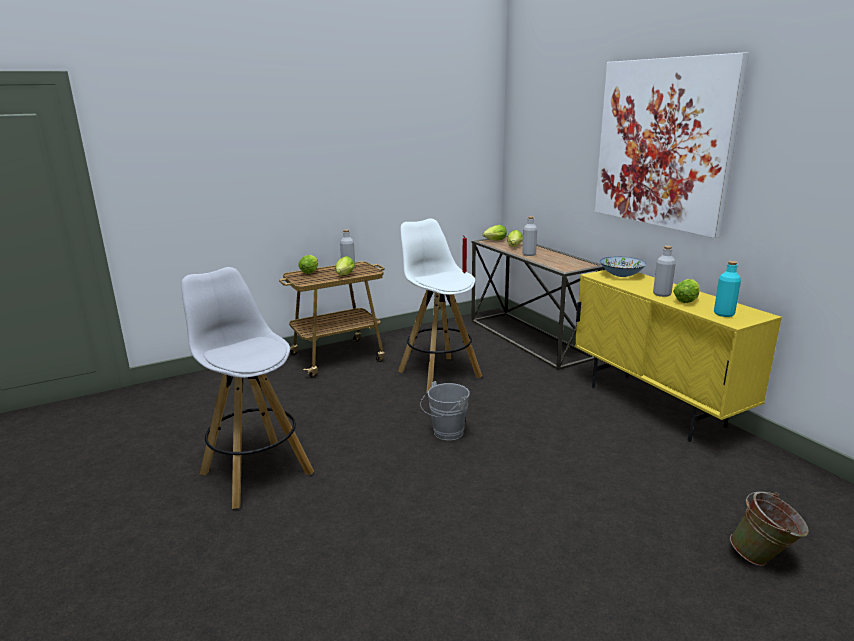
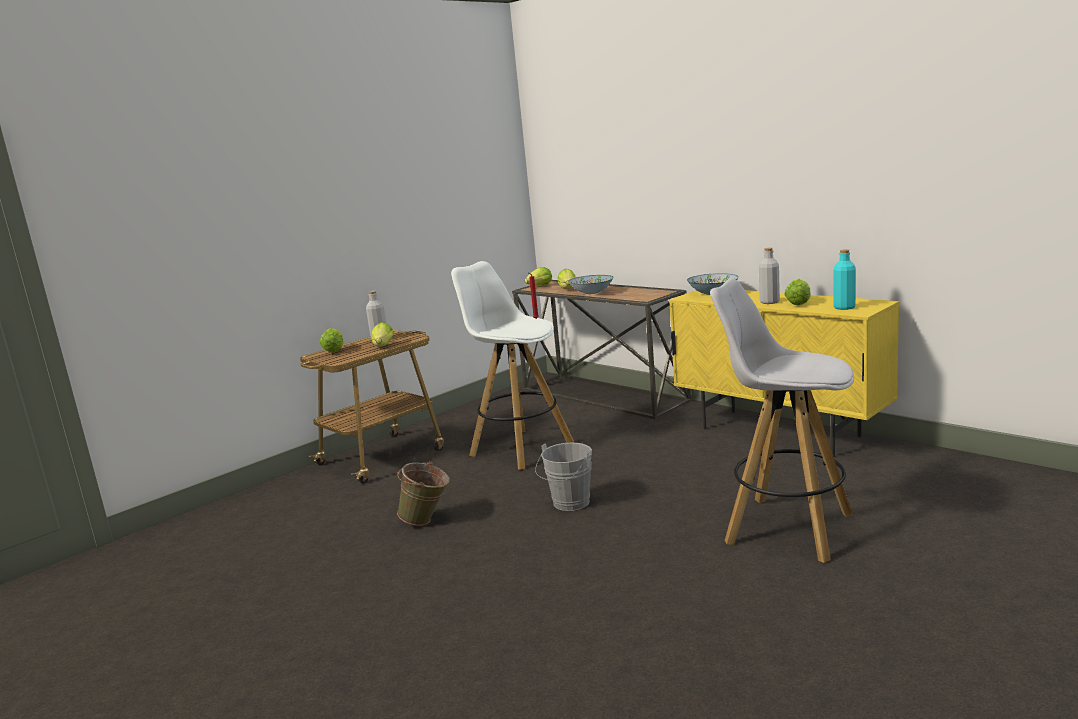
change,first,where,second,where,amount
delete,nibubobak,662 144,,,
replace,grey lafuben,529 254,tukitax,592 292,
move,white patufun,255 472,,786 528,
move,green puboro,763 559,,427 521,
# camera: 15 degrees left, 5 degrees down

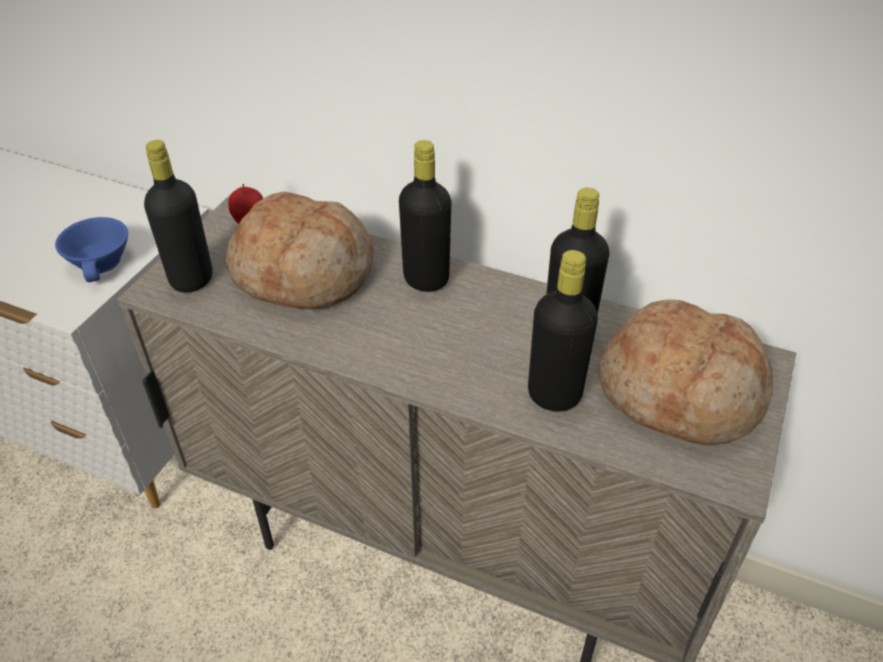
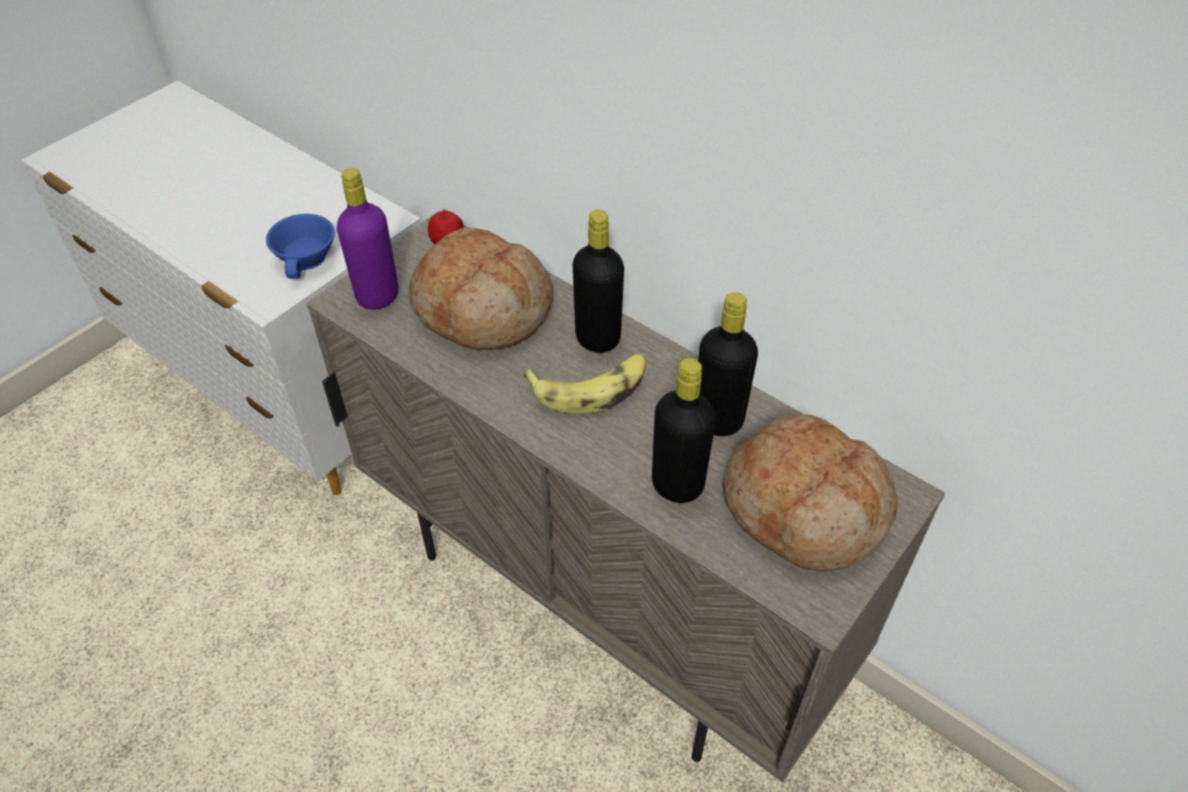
change,first,where,second,where,amount
recolor,black lafuben,191 279,purple lafuben,377 296,
insert,,,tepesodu,591 388,
# camera: 15 degrees right, 5 degrees up

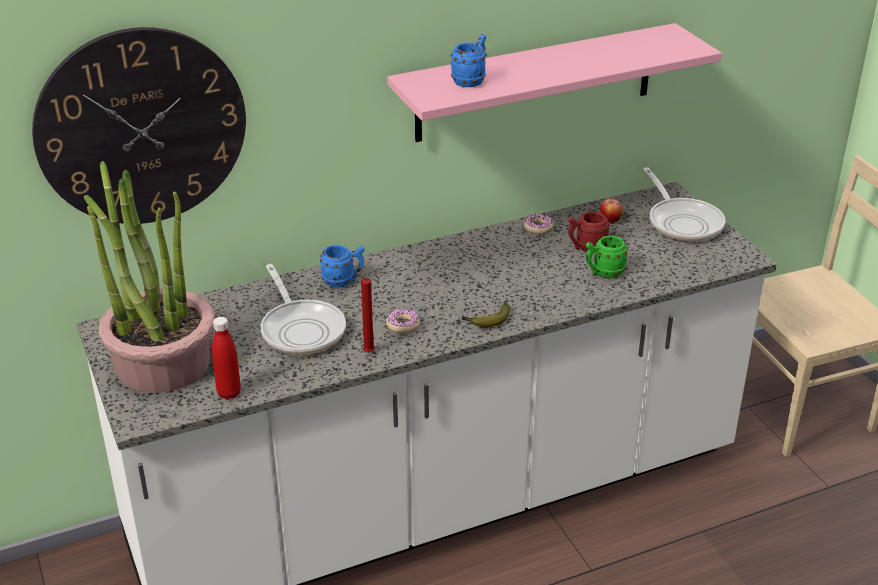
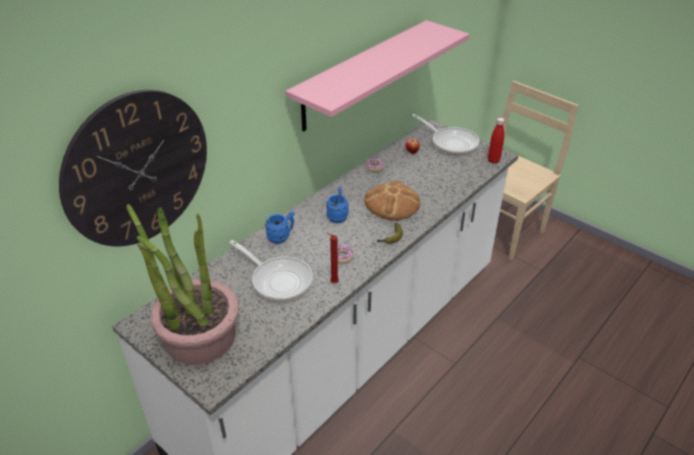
change,first,where,second,where,amount
move,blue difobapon,471 80,,338 216,
delete,red difobapon,586 248,,,
delete,green difobapon,603 273,,,
move,red lafuben,229 393,,493 160,
insert,,,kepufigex,392 203,
# camera: 25 degrees left, 5 degrees up

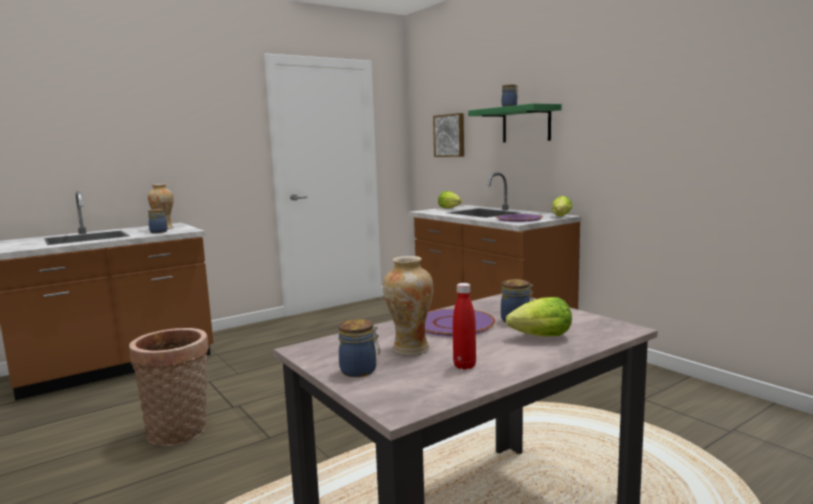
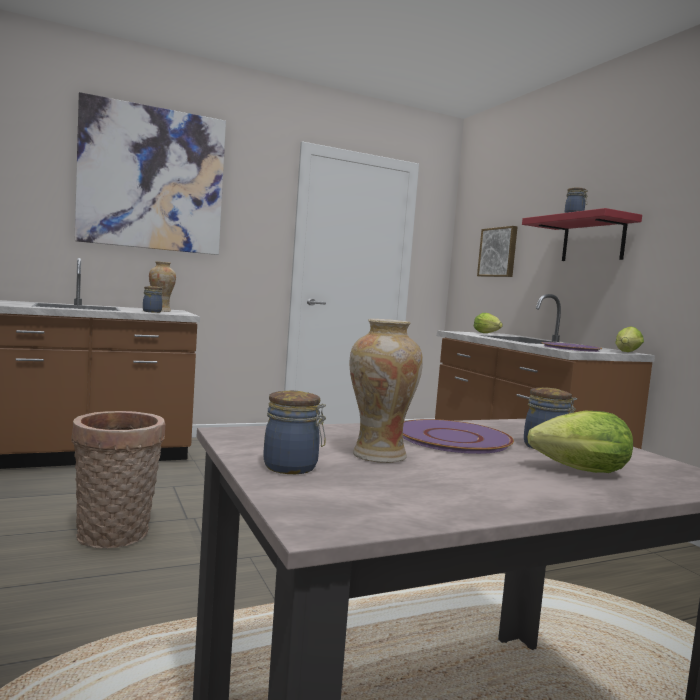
change,first,where,second,where,amount
recolor,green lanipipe,526 124,red lanipipe,593 240,
delete,red lafuben,464 366,,,
insert,,,nibubobak,152 179,
# camera: 10 degrees right, 5 degrees down

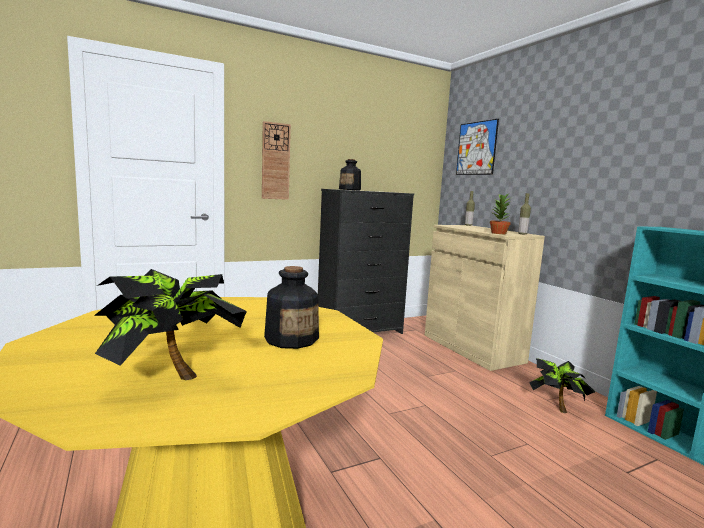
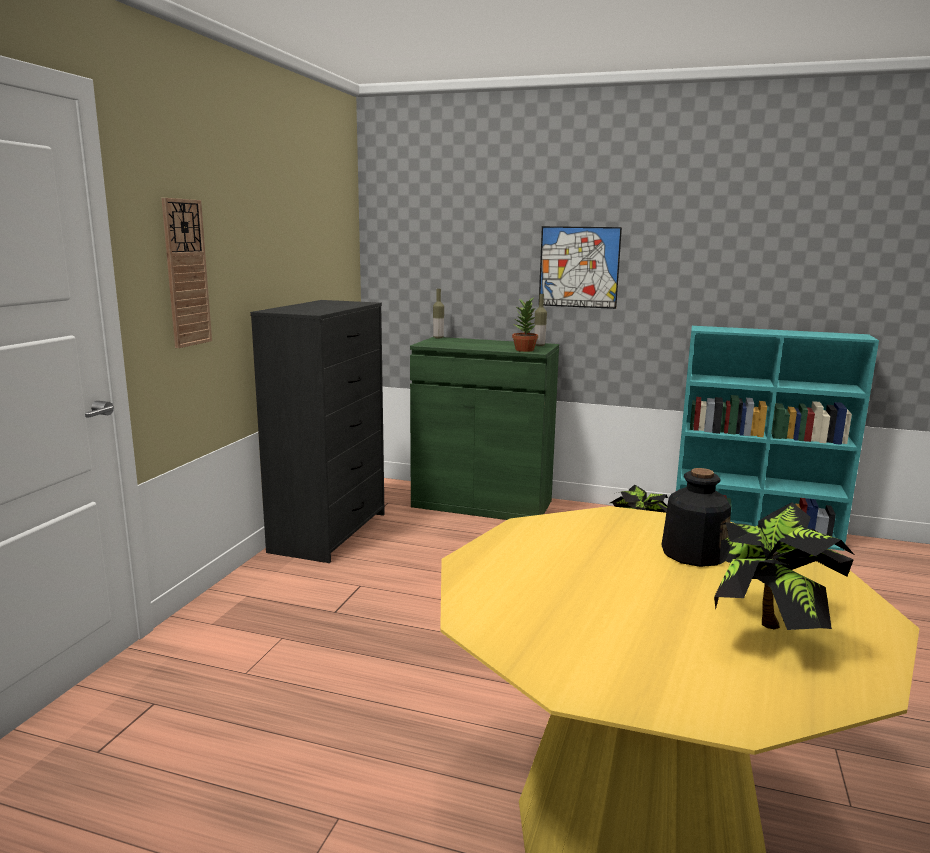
change,first,where,second,where,amount
move,nibubobak,476 148,,579 267,
delete,lafuben,350 189,,,
recolor,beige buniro,472 348,green buniro,482 504,
# camera: 45 degrees left, 5 degrees up

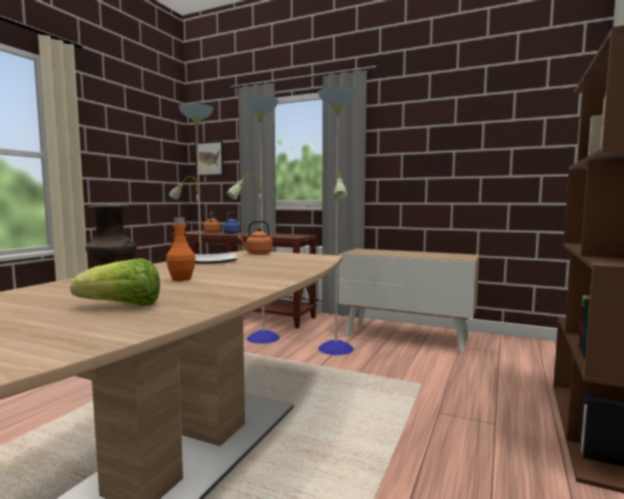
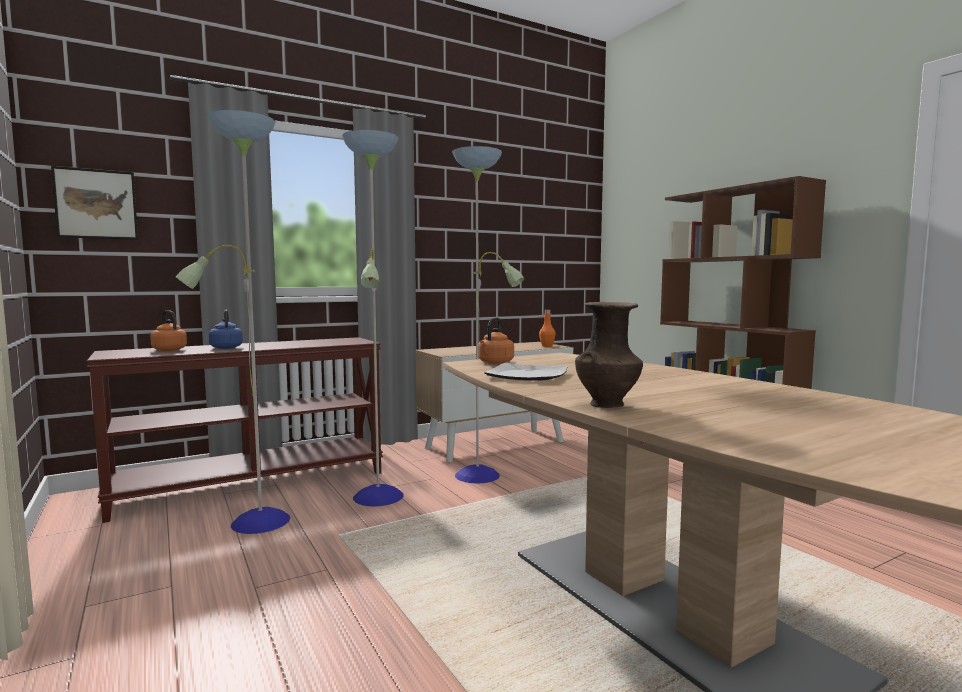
change,first,where,second,where,amount
move,orange lafuben,181 279,,547 346,
delete,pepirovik,123 306,,,
# camera: 55 degrees left, 0 degrees up

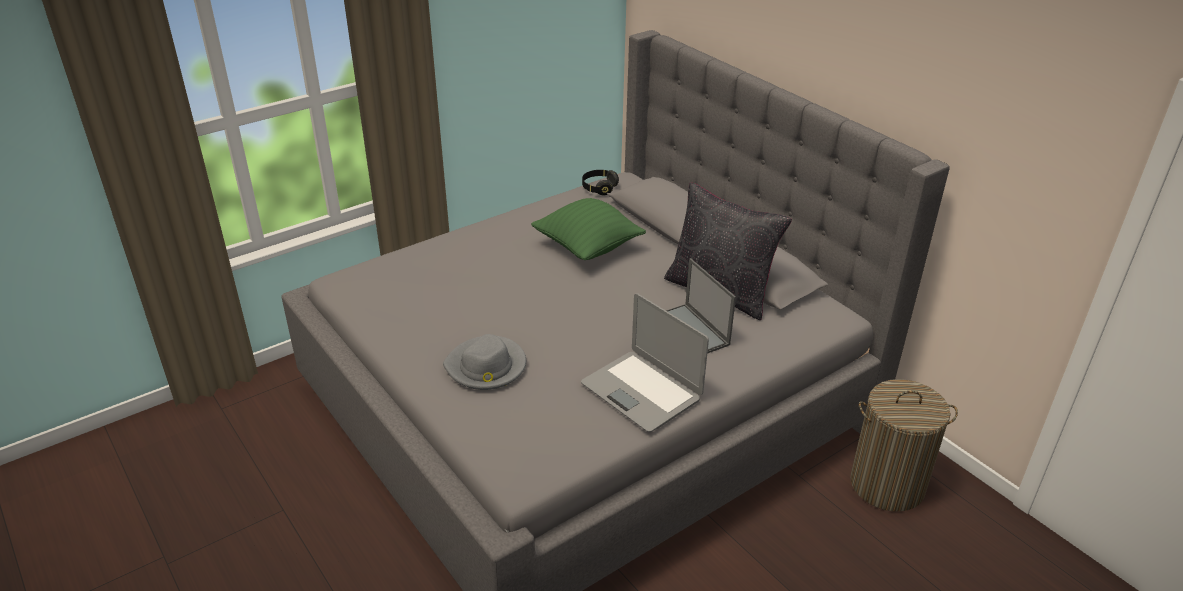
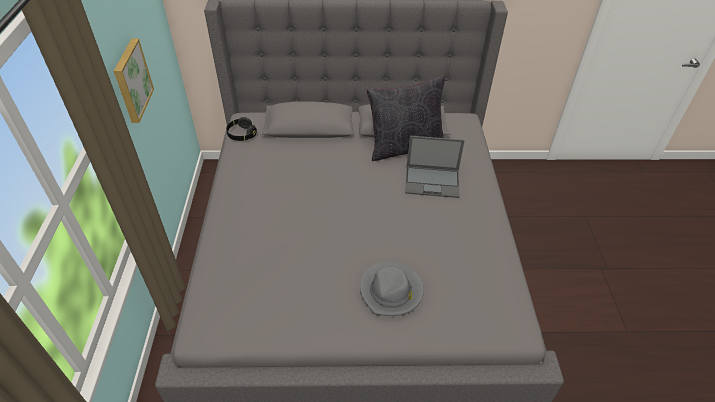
change,first,where,second,where,amount
delete,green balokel,588 247,,,
delete,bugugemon,642 391,,,
delete,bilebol,887 484,,,
insert,,,nibubobak,131 80,
# camera: 55 degrees left, 10 degrees up

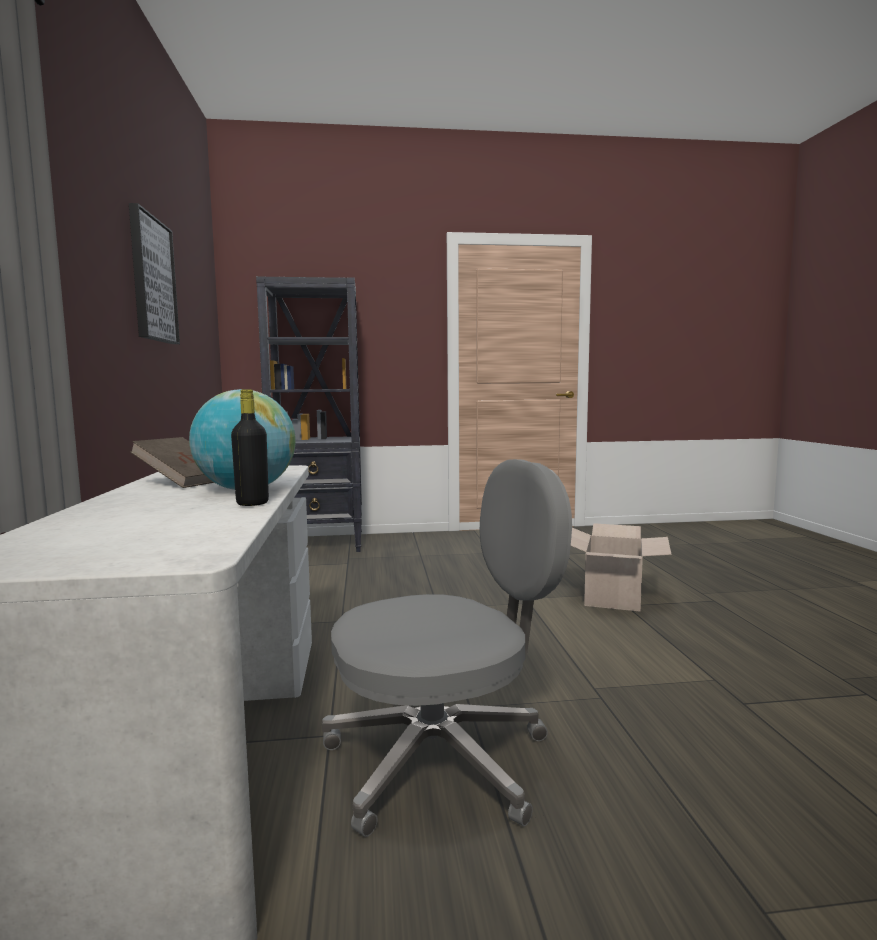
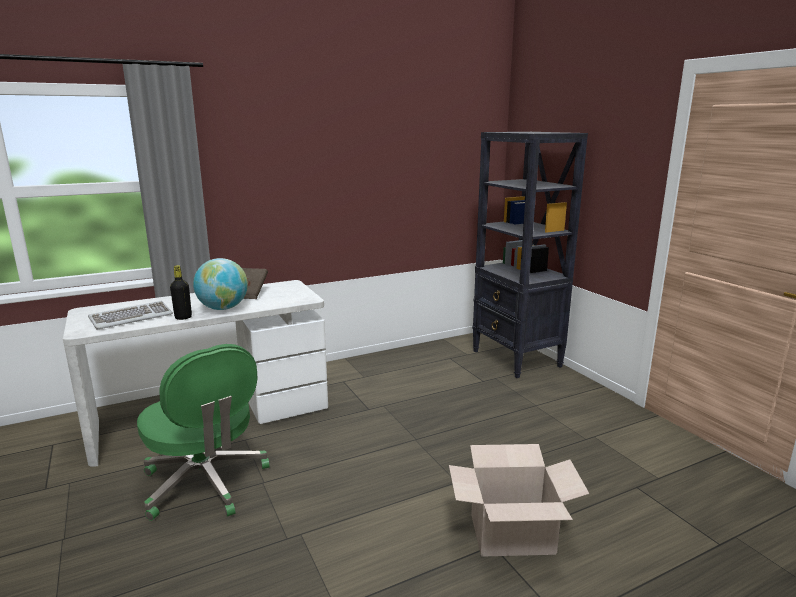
change,first,where,second,where,amount
delete,nibubobak,152 280,,,
recolor,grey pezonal,442 759,green pezonal,206 483,
insert,,,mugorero,131 317,
# camera: 70 degrees right, 10 degrees up

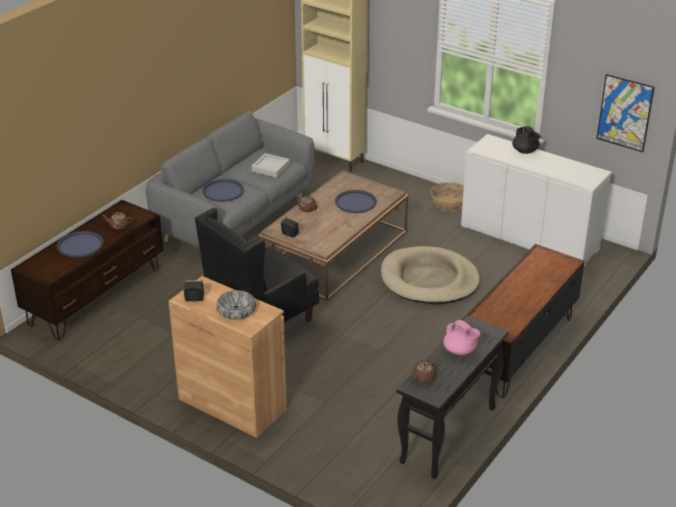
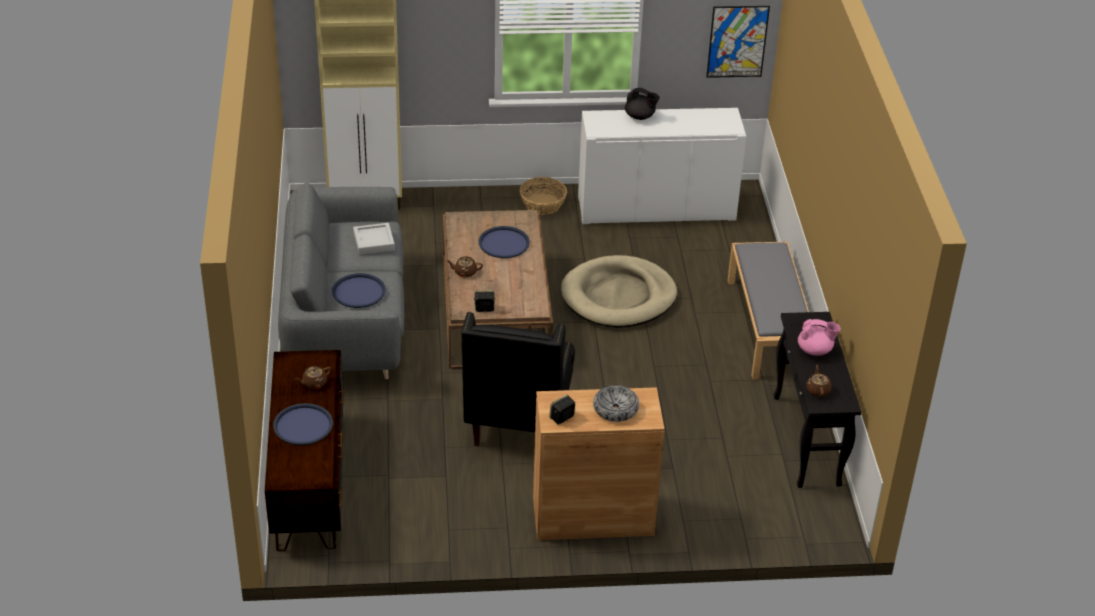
change,first,where,second,where,amount
replace,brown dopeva,517 348,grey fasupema,768 328,
# camera: 40 degrees left, 5 degrees up

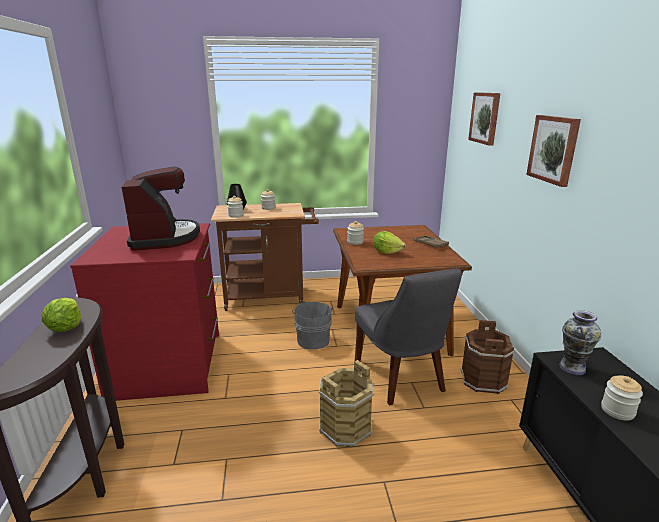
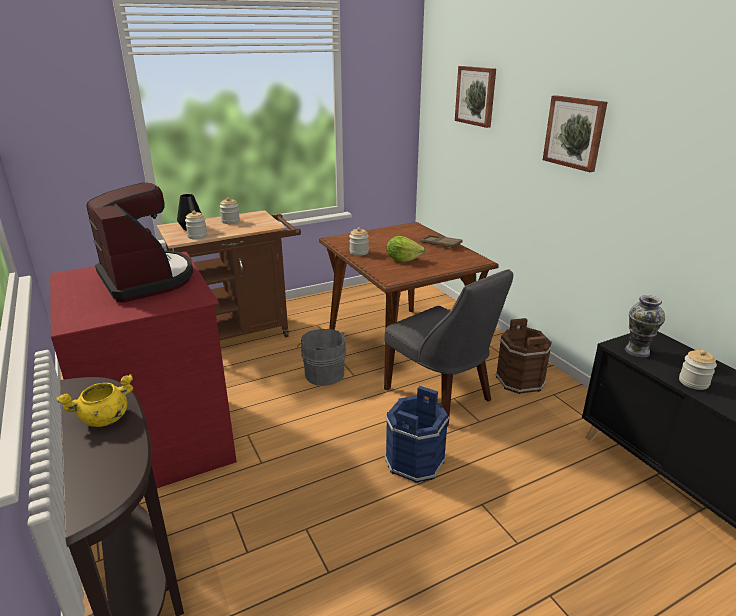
change,first,where,second,where,amount
replace,pepirovik,65 327,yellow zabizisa,104 419,
recolor,brown puboro,346 428,blue puboro,415 461,
# camera: 20 degrees left, 5 degrees up

